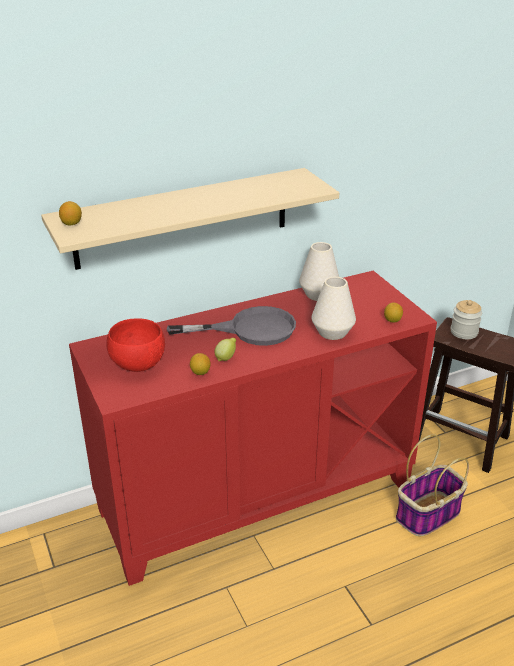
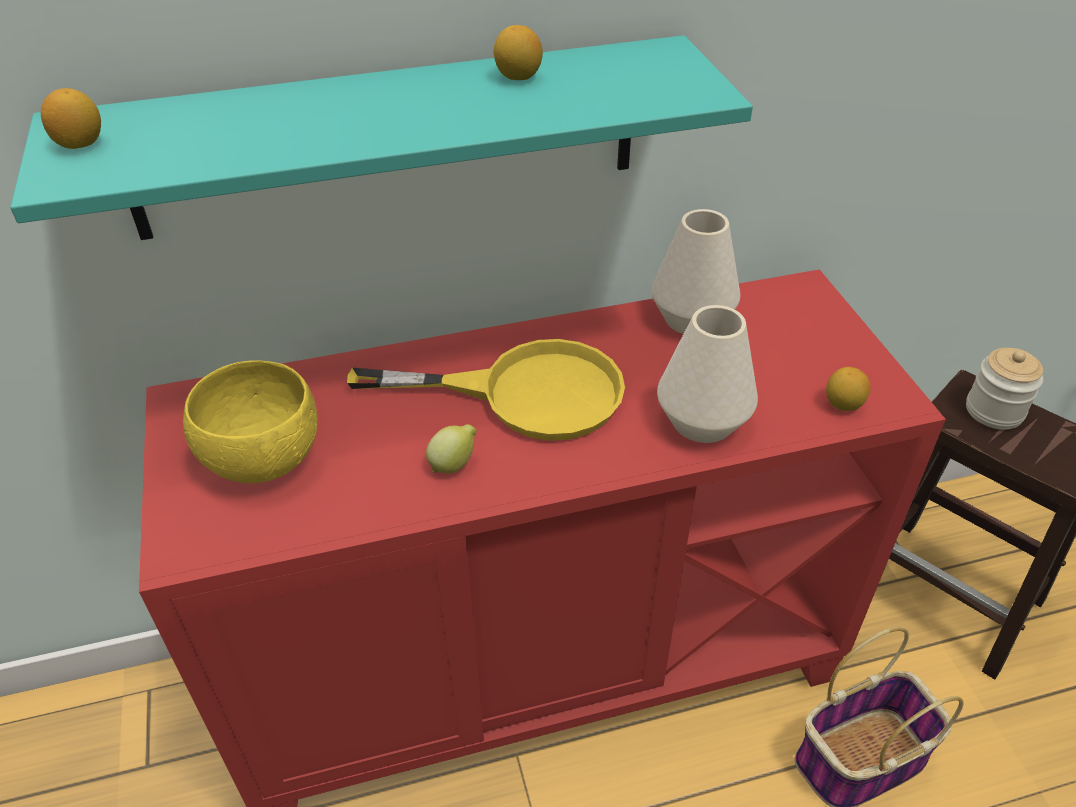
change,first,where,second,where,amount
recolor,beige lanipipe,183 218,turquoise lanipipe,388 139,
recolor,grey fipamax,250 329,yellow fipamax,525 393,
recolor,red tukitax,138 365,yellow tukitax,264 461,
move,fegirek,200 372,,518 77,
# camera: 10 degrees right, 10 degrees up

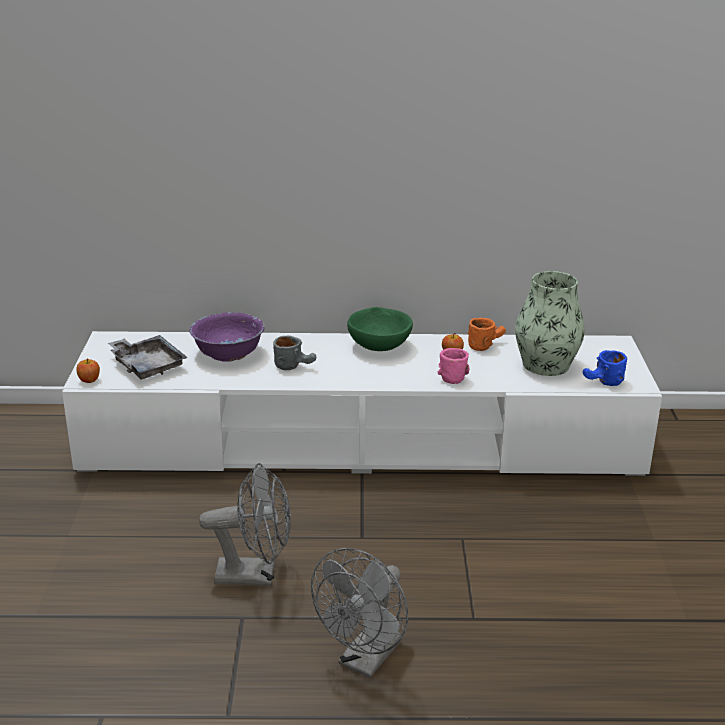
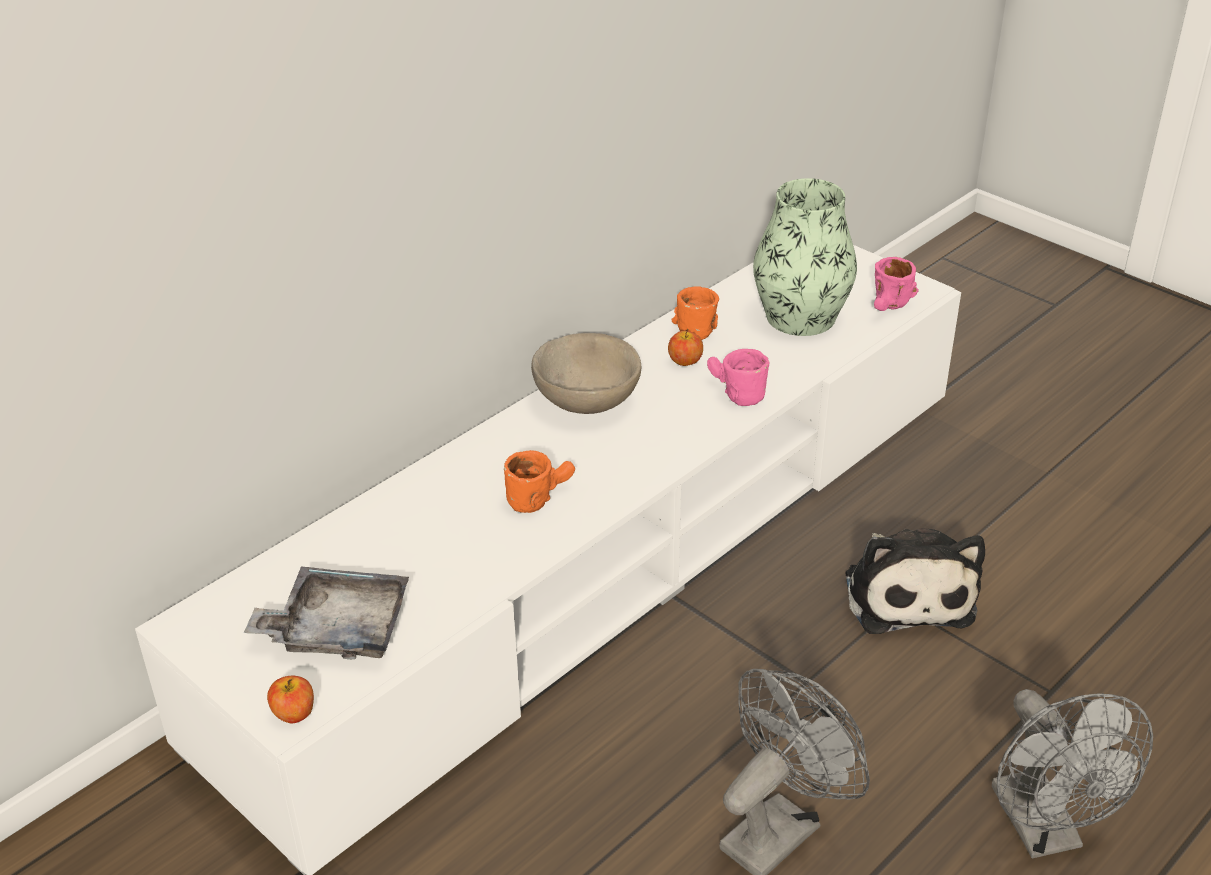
change,first,where,second,where,amount
recolor,green tukitax,380 346,beige tukitax,588 400,
delete,purple tukitax,229 353,,,
recolor,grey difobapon,295 366,orange difobapon,539 495,
recolor,blue difobapon,603 383,pink difobapon,889 308,
insert,,,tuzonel,907 593,
# camera: 45 degrees left, 10 degrees up

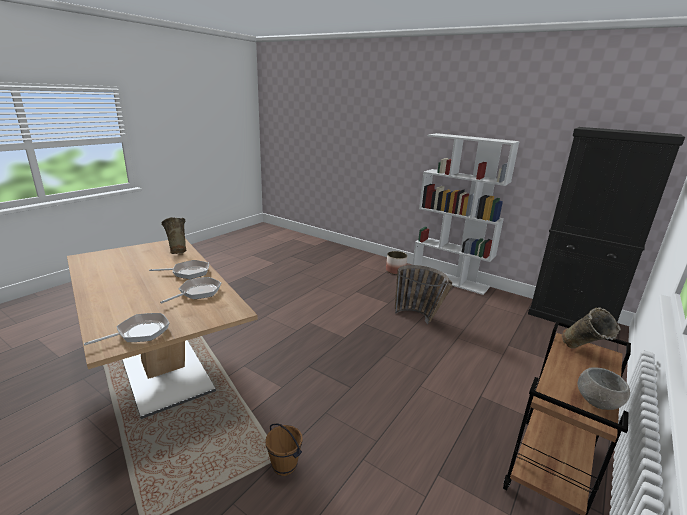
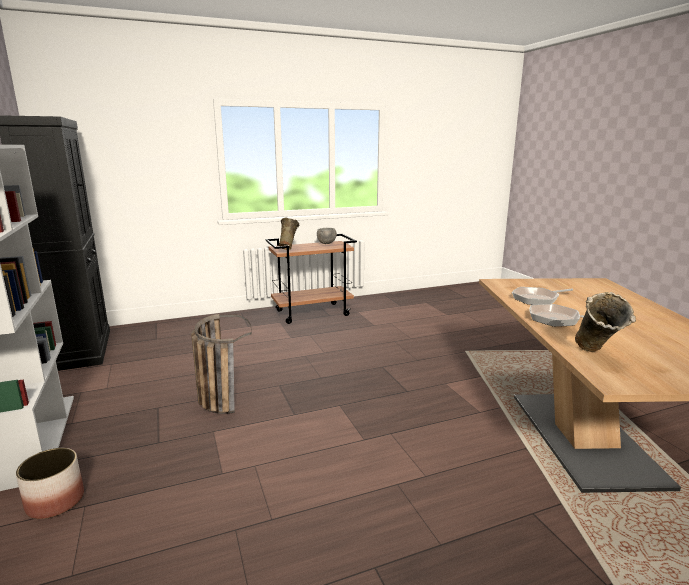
change,first,where,second,where,amount
delete,fipamax,139 332,,,
delete,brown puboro,284 466,,,
# camera: 145 degrees left, 5 degrees down

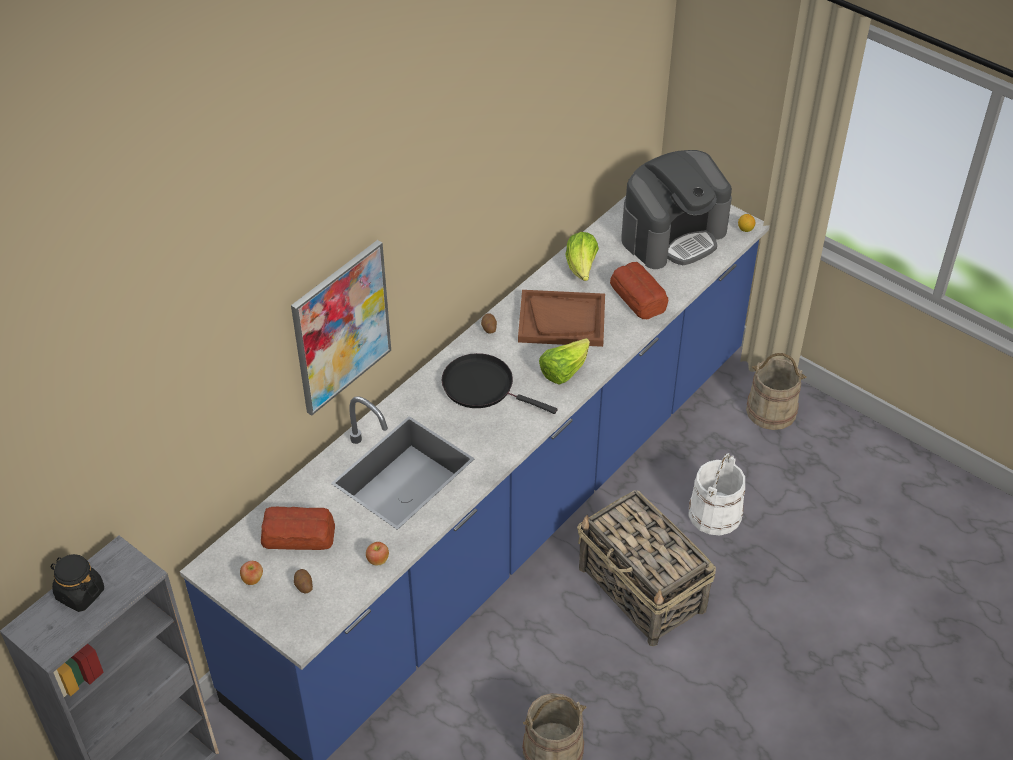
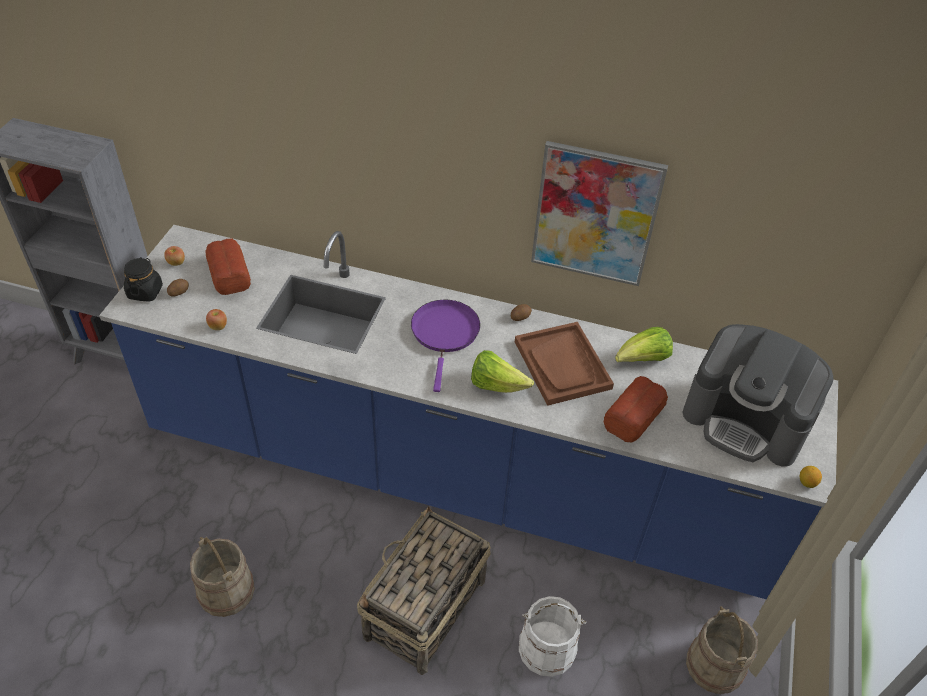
change,first,where,second,where,amount
move,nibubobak,341 327,,595 215,
recolor,black fipamax,482 386,purple fipamax,445 334,
move,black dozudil,80 594,,145 292,
# camera: 65 degrees right, 0 degrees up

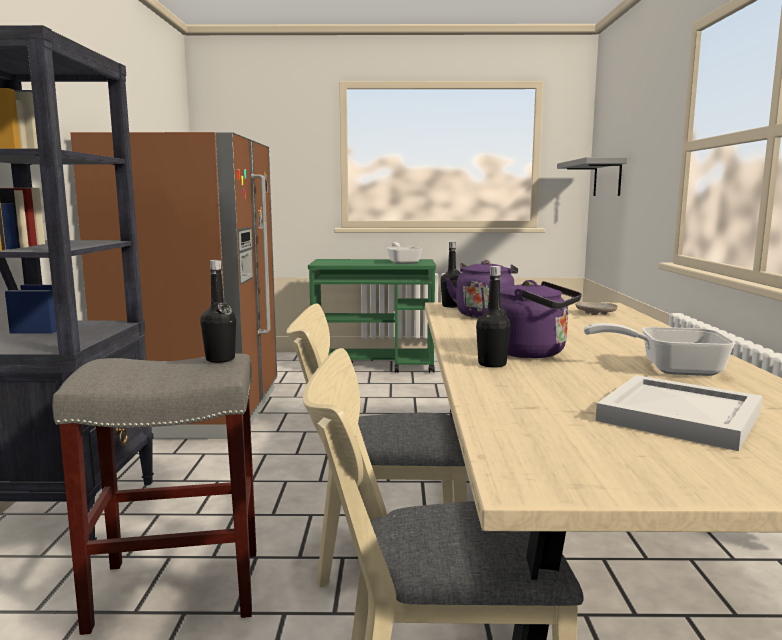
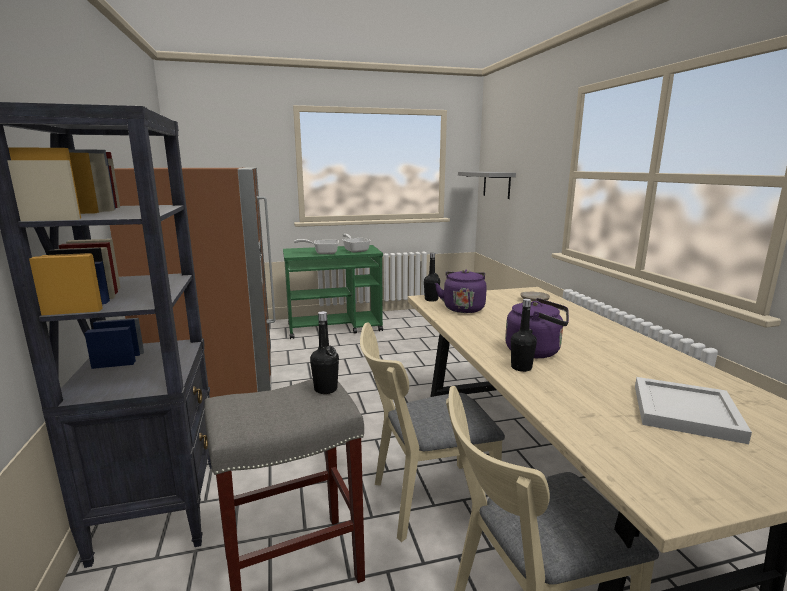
change,first,where,second,where,amount
move,fipamax,669 368,,322 253,
# camera: 15 degrees left, 5 degrees up

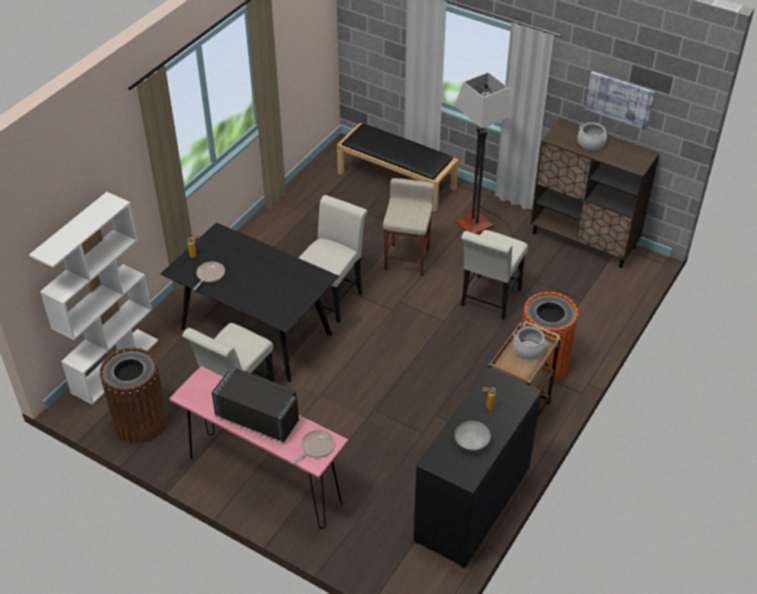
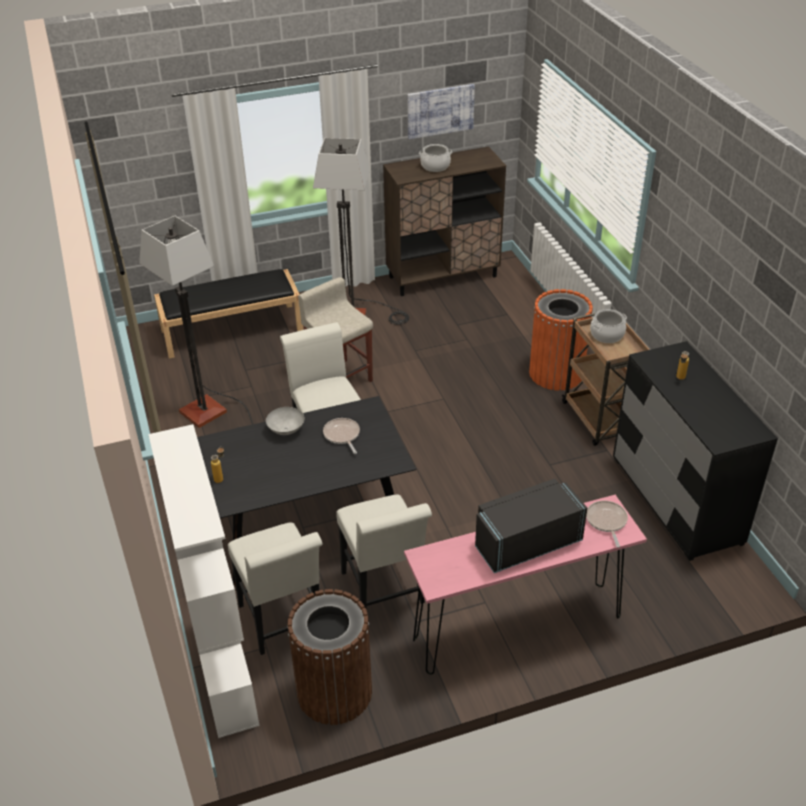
change,first,where,second,where,amount
move,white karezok,489 300,,283 623,
move,fipamax,209 275,,342 435,
move,grey tukitax,472 443,,287 430,
insert,,,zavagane,213 416,
# camera: 50 degrees left, 5 degrees down

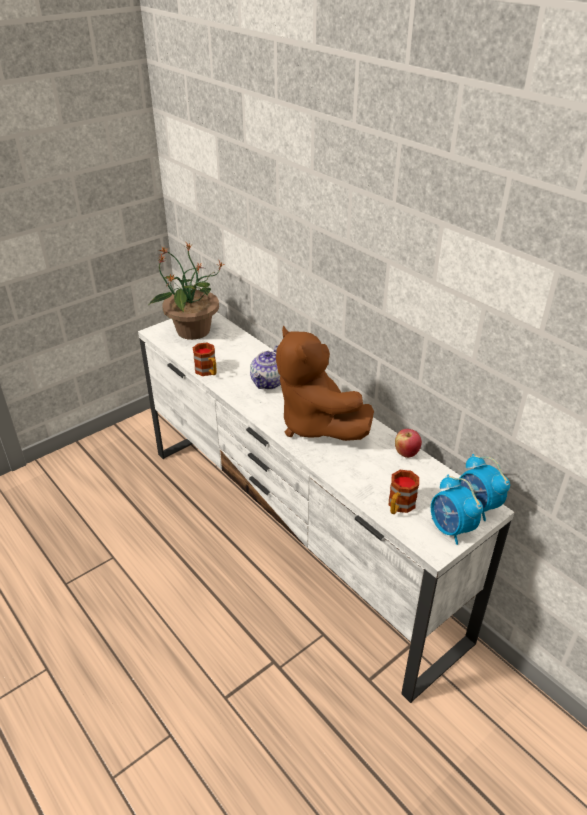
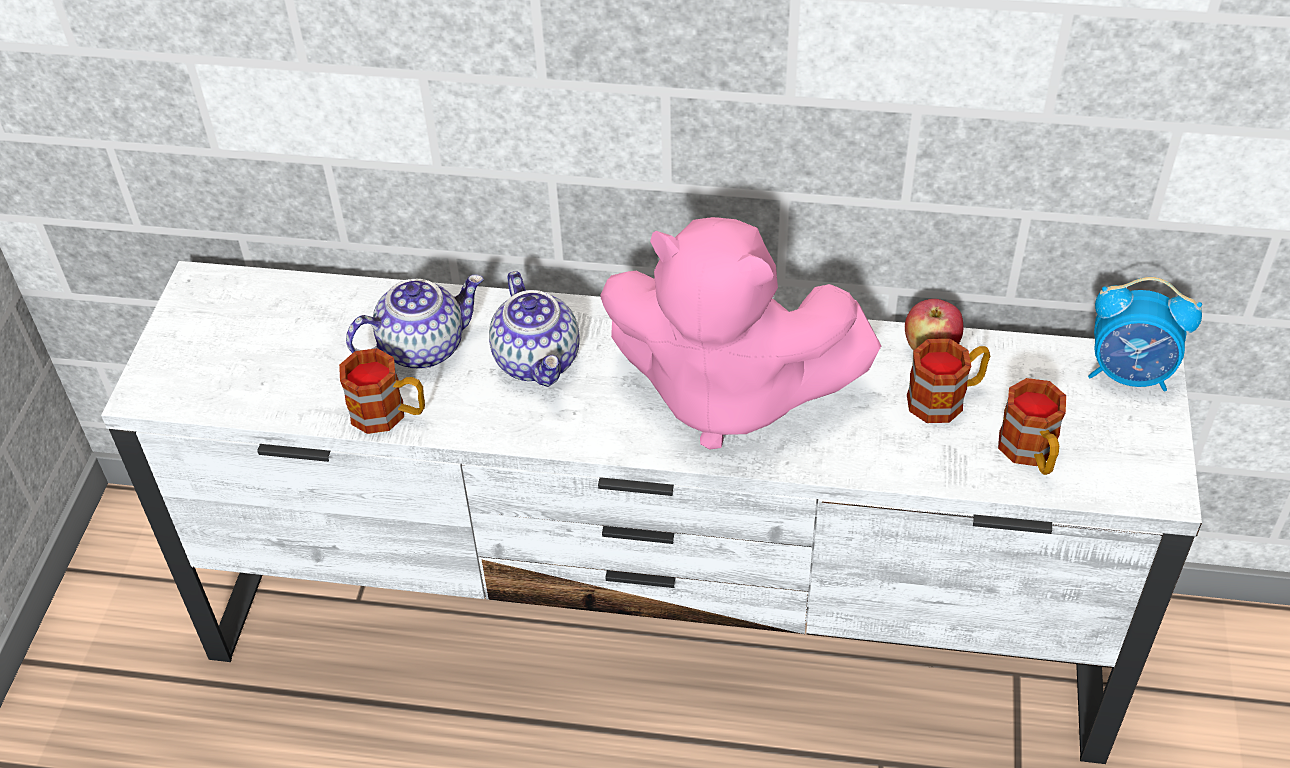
change,first,where,second,where,amount
delete,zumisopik,192 331,,,
recolor,brown tuzonel,316 424,pink tuzonel,727 392,
delete,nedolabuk,451 529,,,
insert,,,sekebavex,423 346,
insert,,,difobapon,946 398,
# camera: 40 degrees left, 10 degrees up

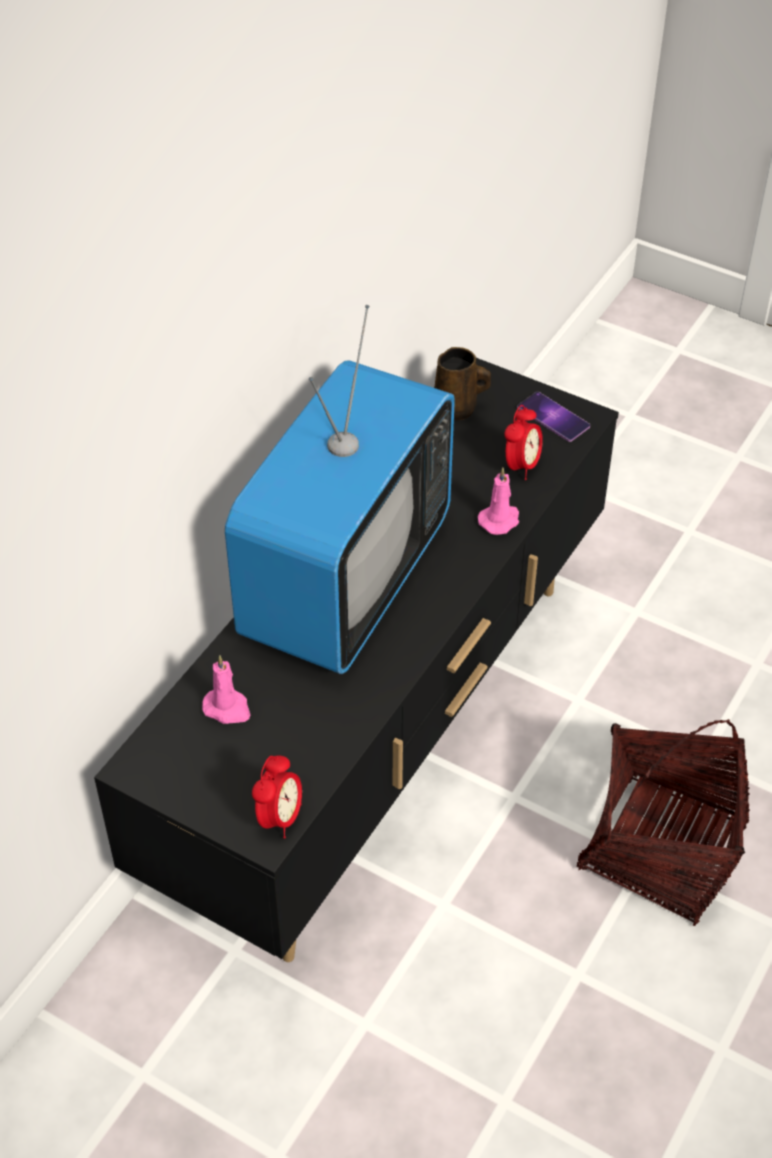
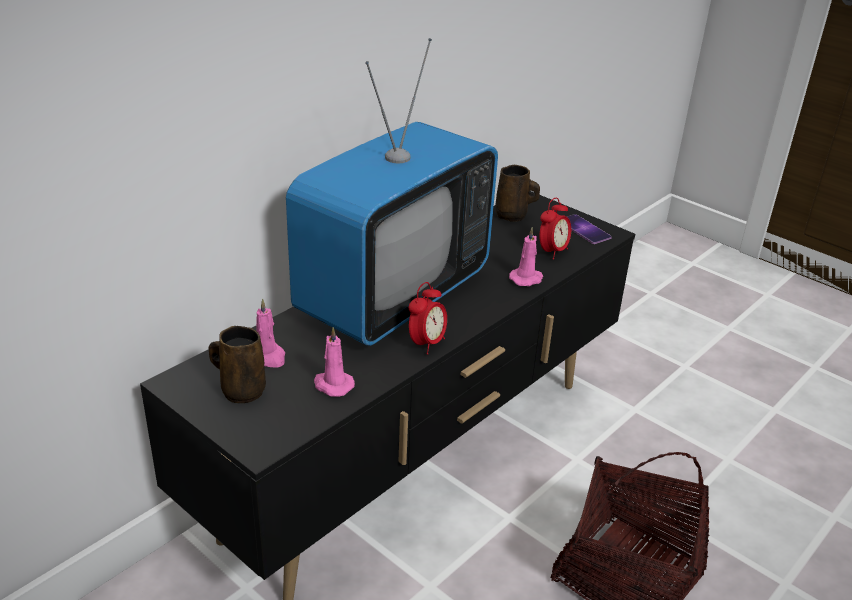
change,first,where,second,where,amount
move,nedolabuk,280 817,,427 343,
insert,,,brown difobapon,241 390,
insert,,,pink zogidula,332 385,
# camera: 10 degrees right, 15 degrees down

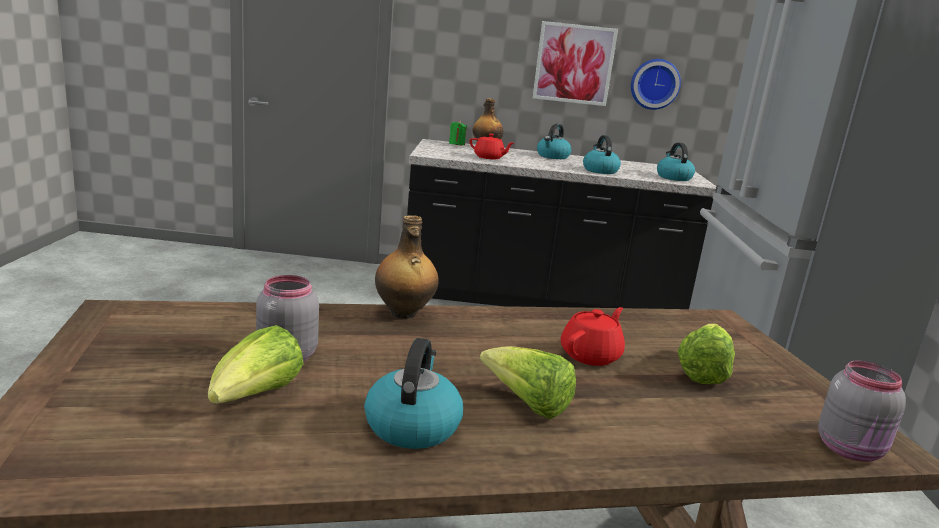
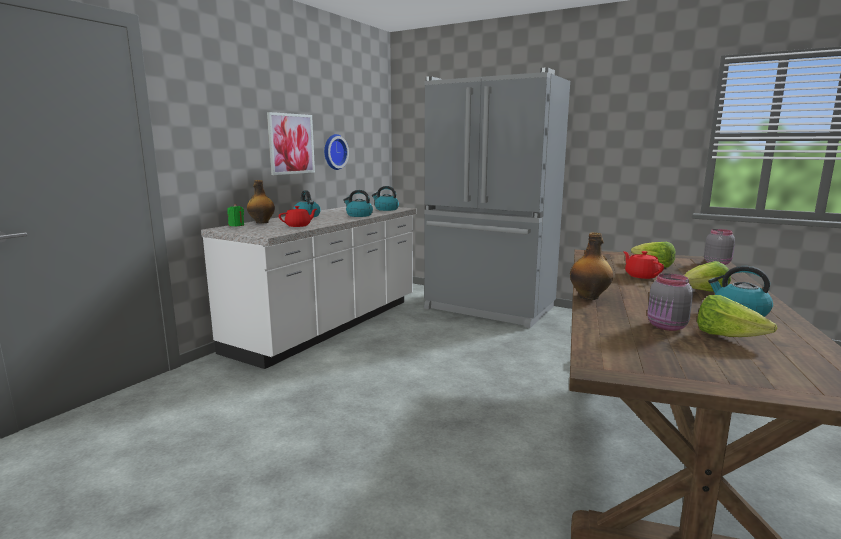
change,first,where,second,where,amount
recolor,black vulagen,540 299,white vulagen,328 325,
# camera: 60 degrees left, 5 degrees down

